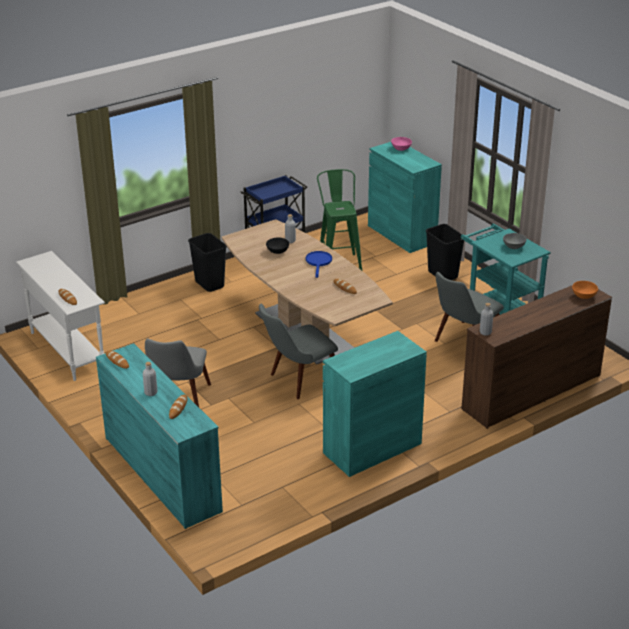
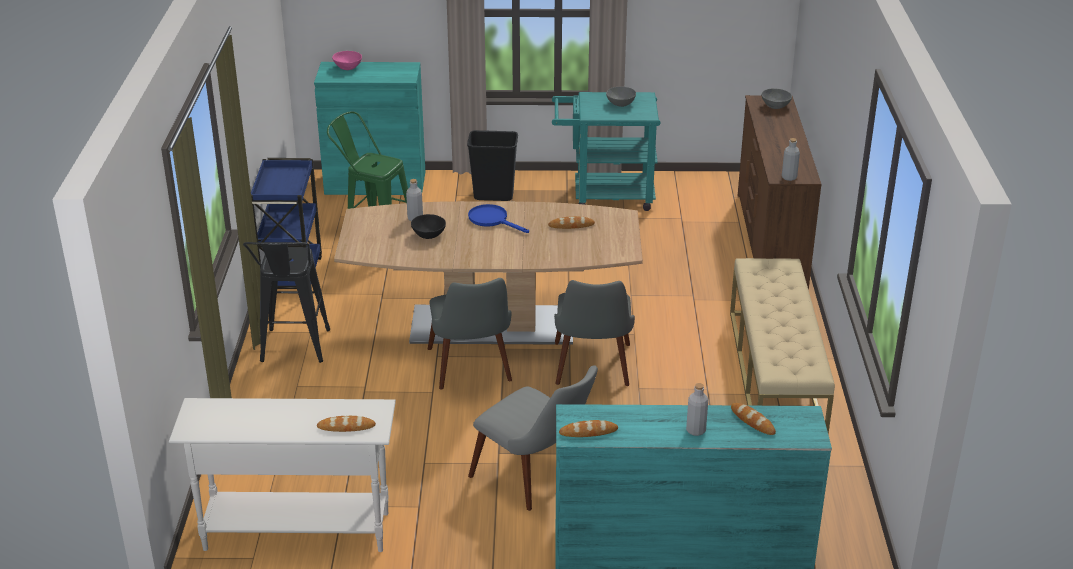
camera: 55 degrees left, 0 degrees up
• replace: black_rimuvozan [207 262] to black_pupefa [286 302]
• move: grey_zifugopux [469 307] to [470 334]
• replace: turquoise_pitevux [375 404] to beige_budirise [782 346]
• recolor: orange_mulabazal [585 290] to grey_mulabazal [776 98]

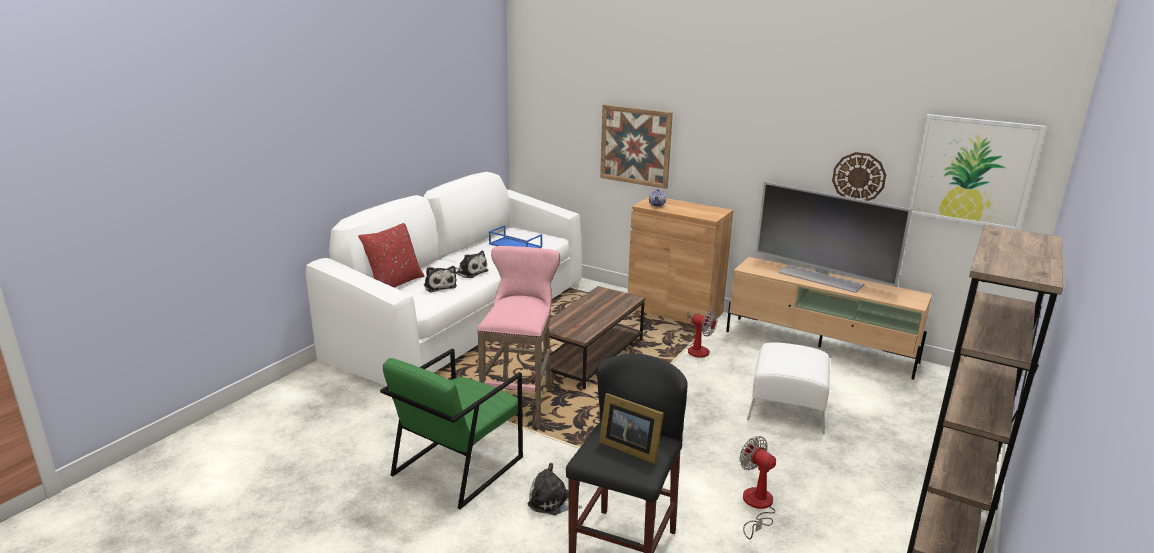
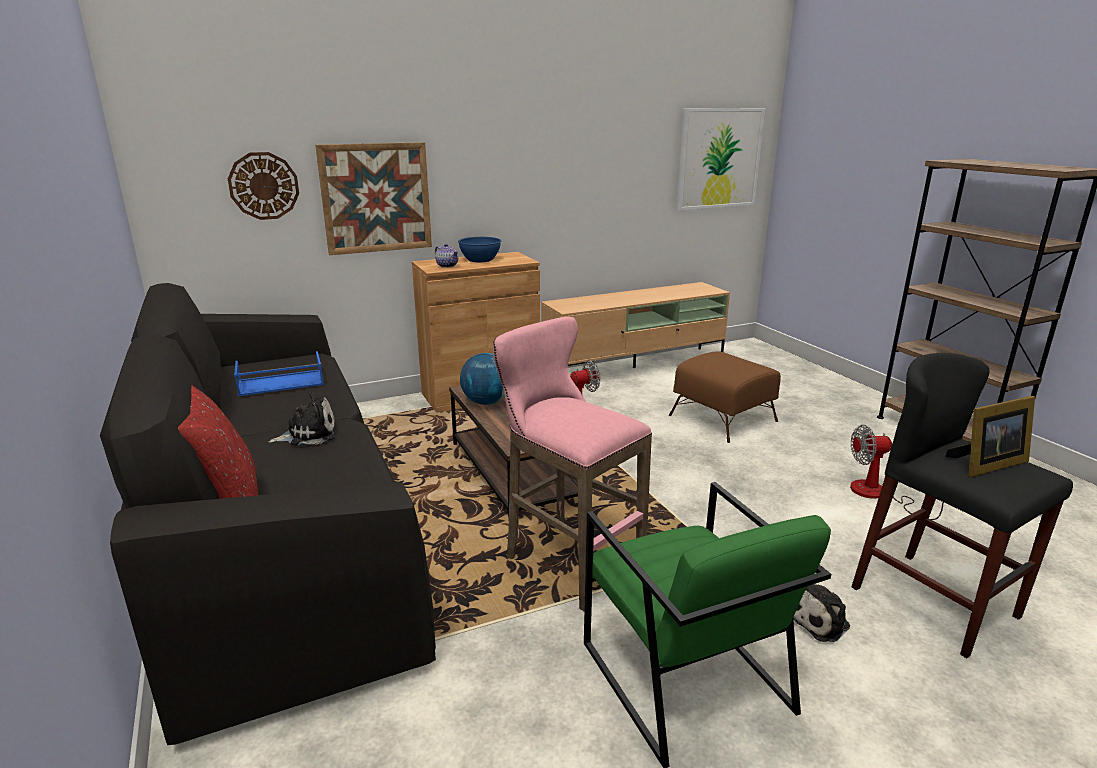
camera: 55 degrees left, 0 degrees up
• recolor: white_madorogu [443 279] to black_madorogu [268 514]
• move: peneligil [859 176] to [263 186]
• insert: blue_mulabazal [479 249]
• insert: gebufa [482 379]
• recolor: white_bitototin [788 388] to brown_bitototin [725 397]
• delete: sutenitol [440 279]
• delete: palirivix [834 237]

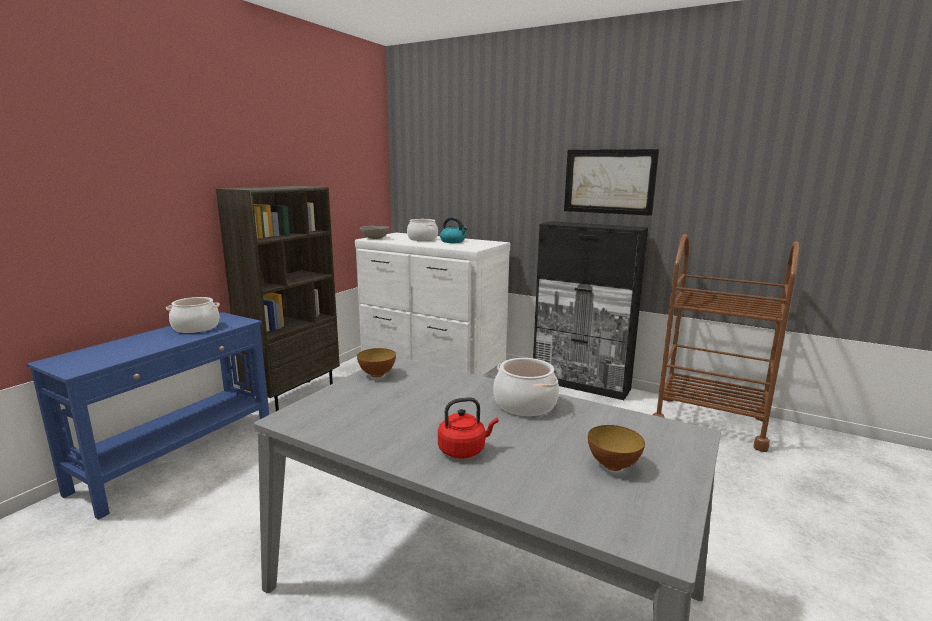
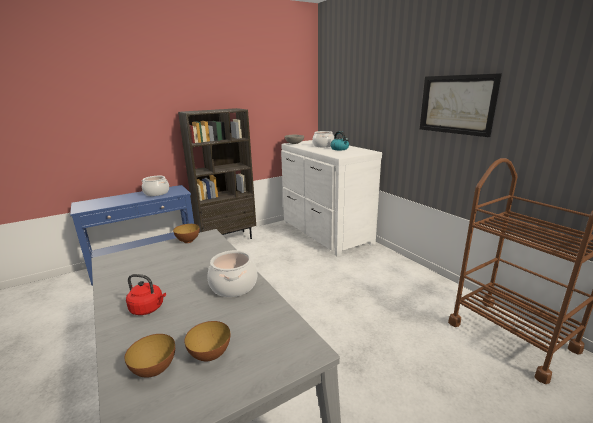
camera: 30 degrees right, 5 degrees up
• insert: mulabazal [149 356]
• delete: black_pitevux [590 310]

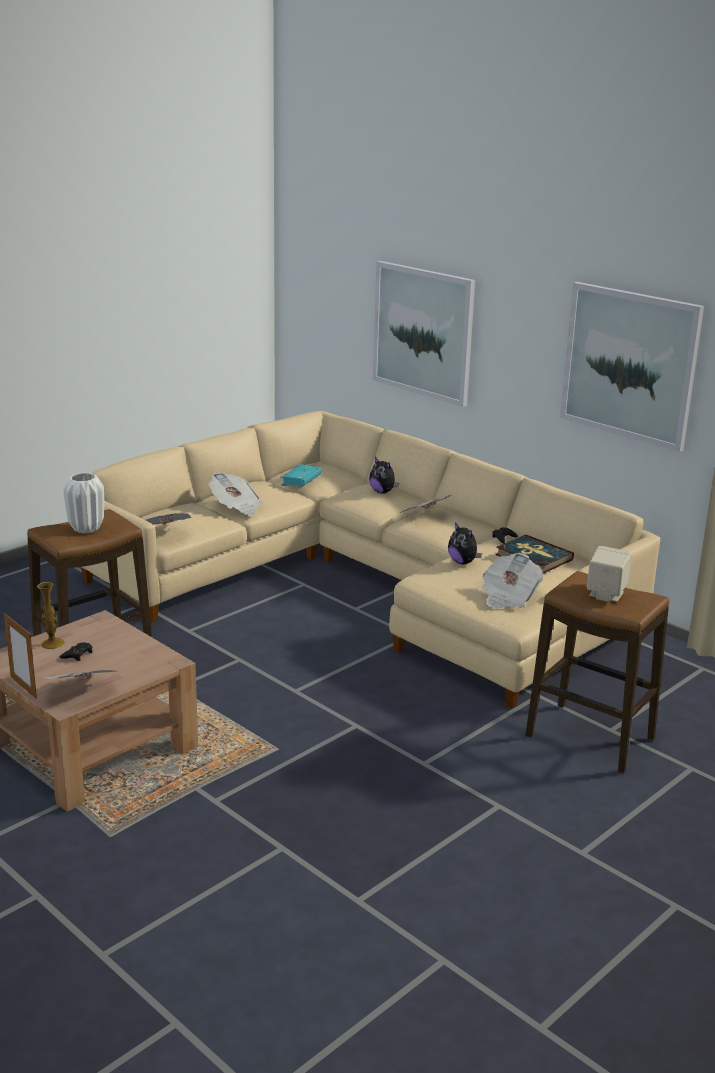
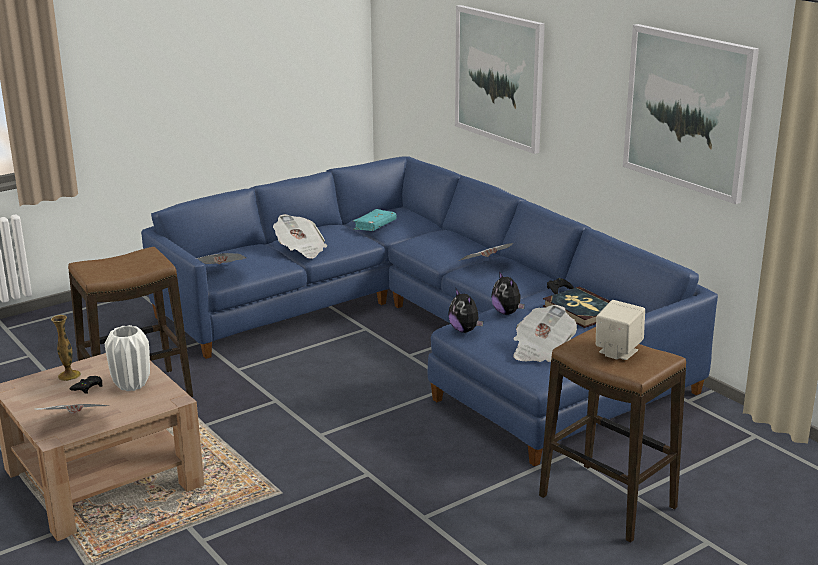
camera: 10 degrees right, 0 degrees up
• move: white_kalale [83 503] to [127 358]
• recolor: beige_madorogu [370 560] to blue_madorogu [429 311]
• move: sutenitol [384 475] to [465 311]
• delete: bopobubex [20 656]

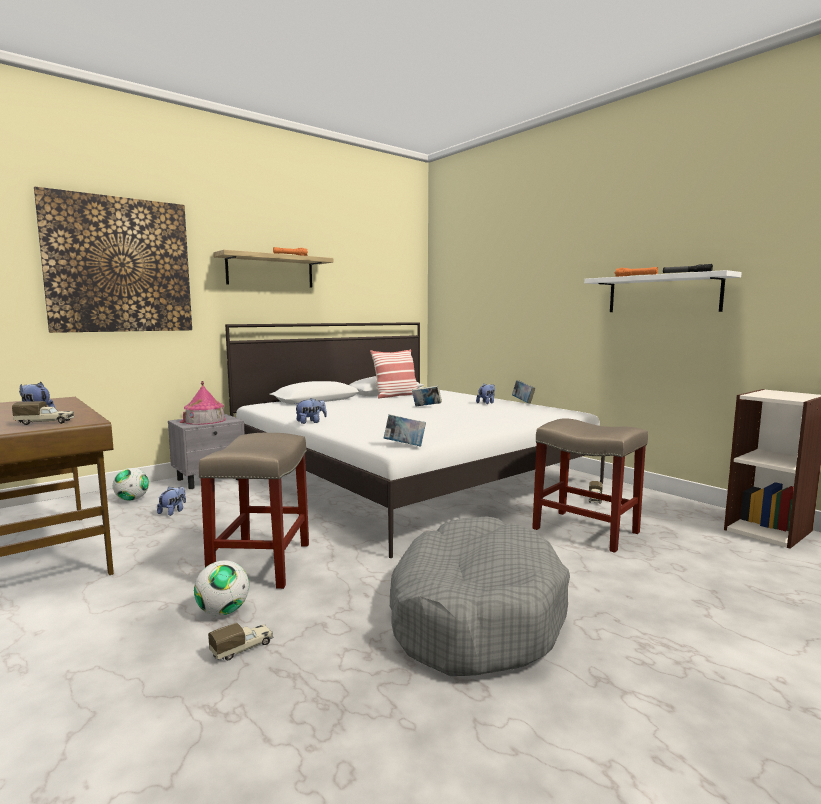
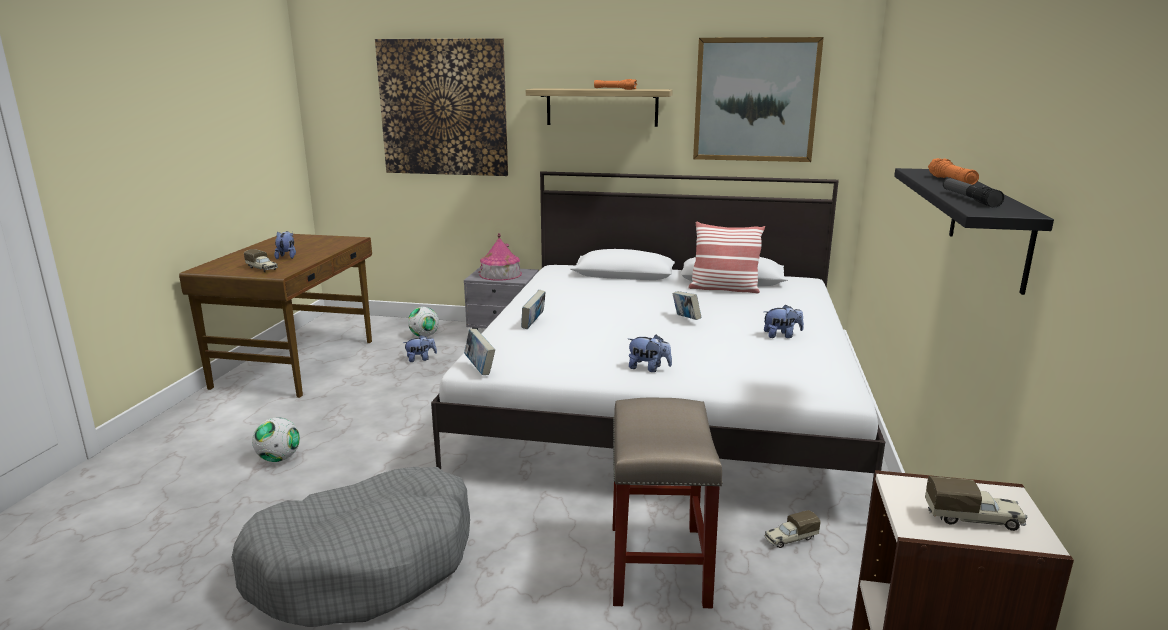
camera: 50 degrees right, 10 degrees up
• move: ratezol [524 392] to [533 309]
• move: sutenitol [311 411] to [650 353]
• insert: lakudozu [758 99]
• recolor: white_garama [663 291] to black_garama [974 231]
• move: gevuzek [240 641] to [976 503]
• delete: beige_pupefa [254 511]

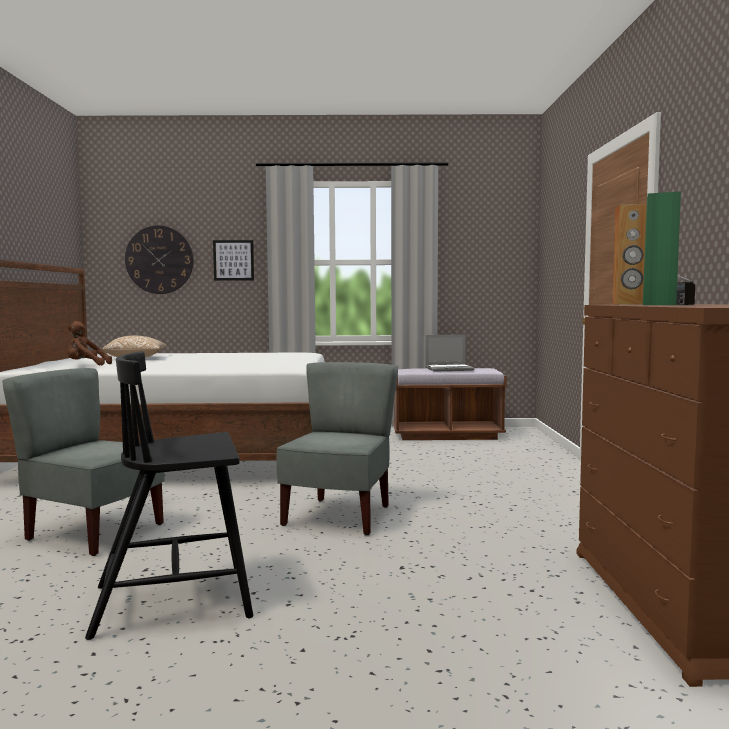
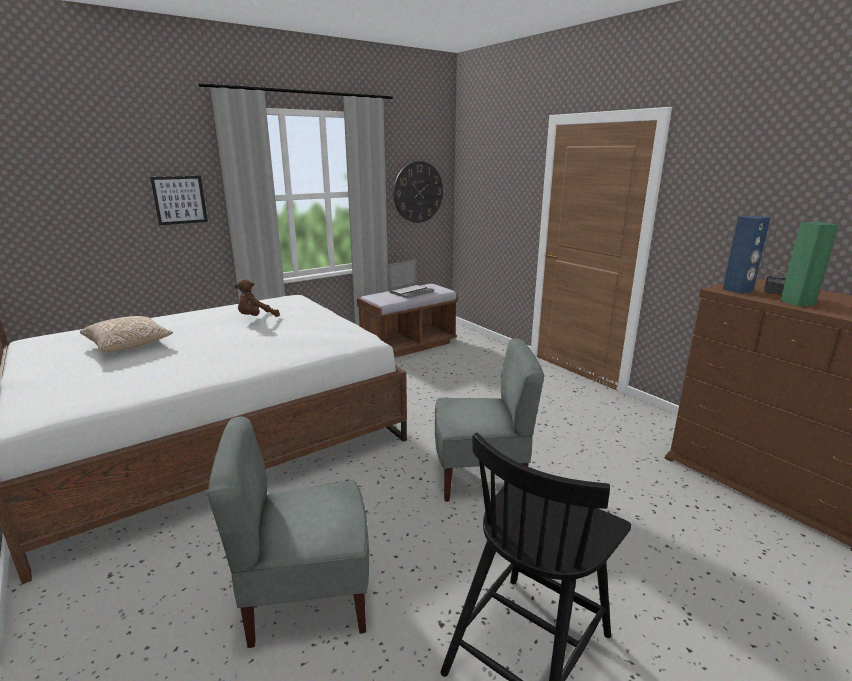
camera: 35 degrees left, 15 degrees up
• move: brown_sutenitol [89 343] to [257 298]
• move: peneligil [159 259] to [418 192]
• rotate: grey_zifugopux [337 448] = [489 420] 105 degrees clockwise
• recolor: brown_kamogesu [629 254] to blue_kamogesu [746 255]

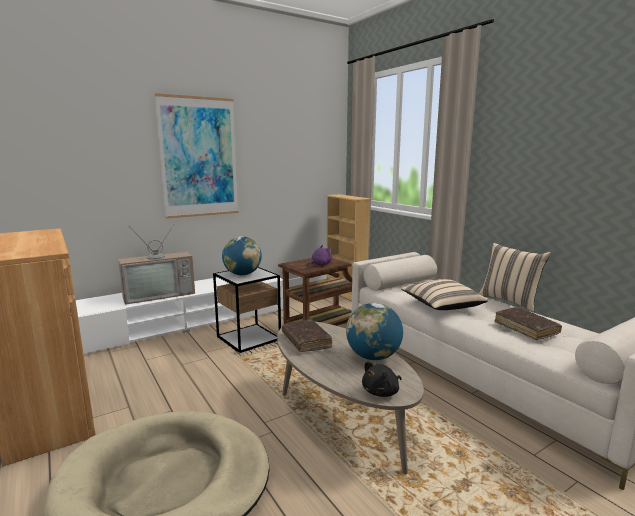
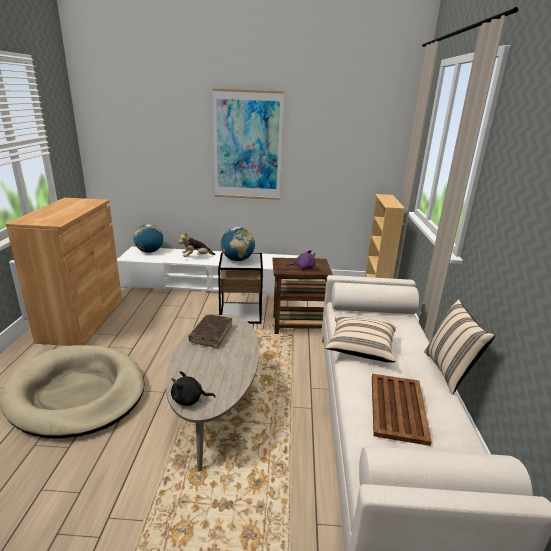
camera: 35 degrees right, 10 degrees up
• move: gebufa [374 331] to [148 238]
• replace: palirivix [156 264] to sutenitol [197 244]
• replace: brown_ratezol [528 323] to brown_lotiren [402 410]

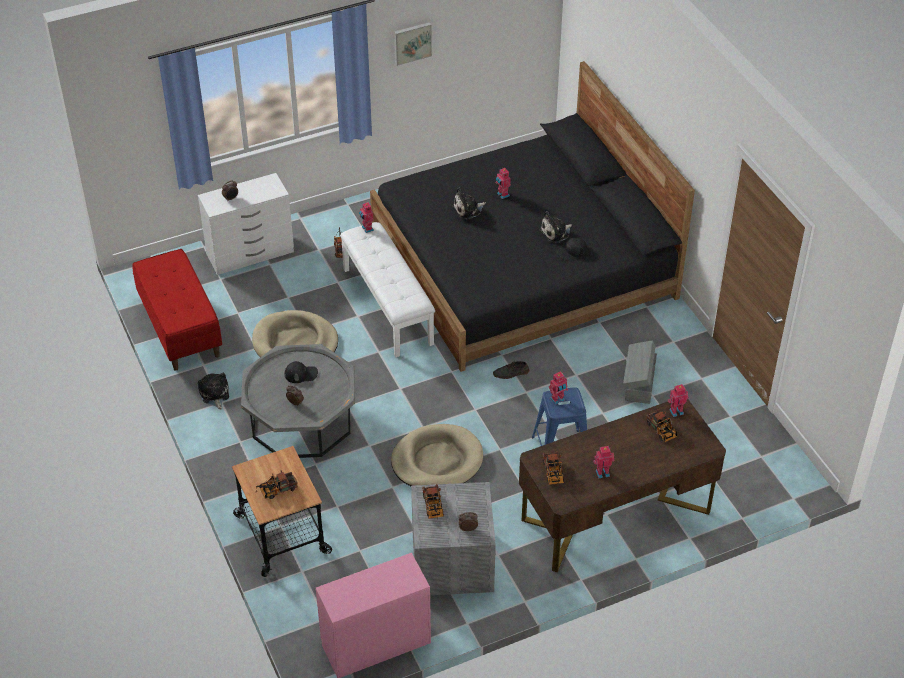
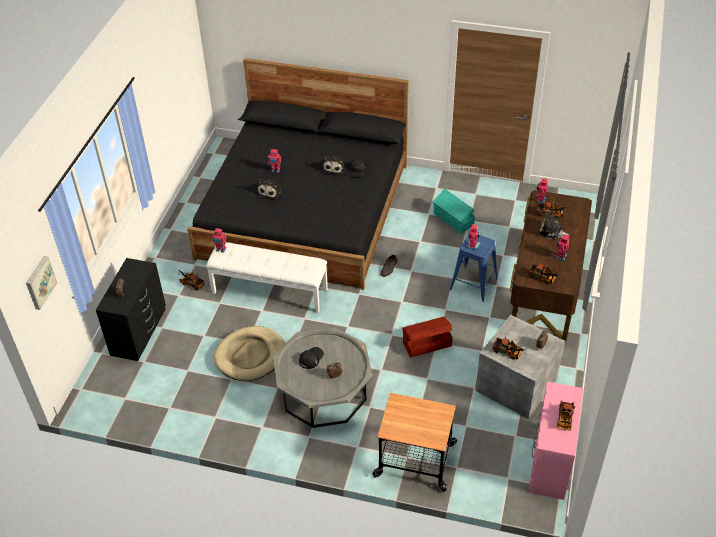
camera: 50 degrees left, 0 degrees up
• move: lakudozu [413 44] to [41 283]
• recolor: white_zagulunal [246 224] to black_zagulunal [131 309]
• replace: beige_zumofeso [437 455] to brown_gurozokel [427 337]
• recolor: grey_gurozokel [640 372] to turquoise_gurozokel [454 211]
• move: sutenitol [213 391] to [554 225]
• move: gevuzek [277 484] to [566 416]
• delete: red_budirise [177 310]

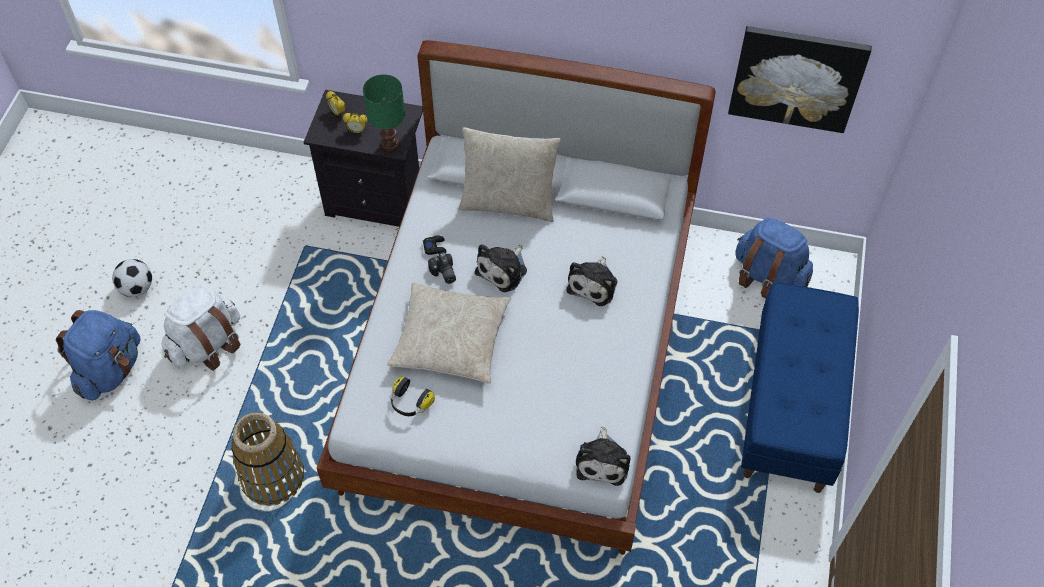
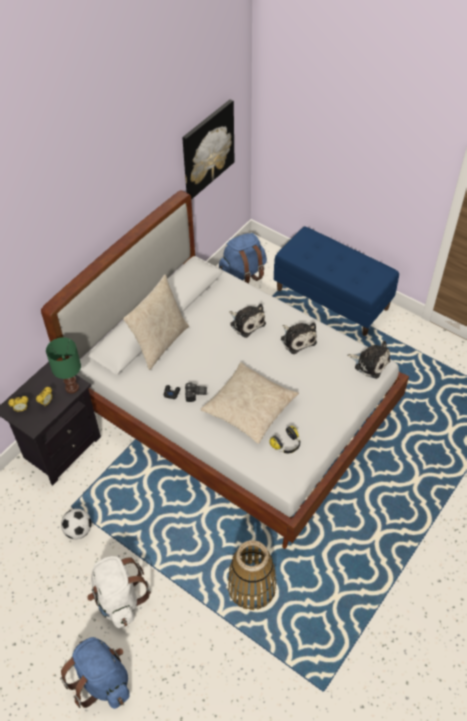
camera: 65 degrees left, 5 degrees down
• move: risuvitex [132 278] to [76 524]
• move: sutenitol [501 268] to [299 338]

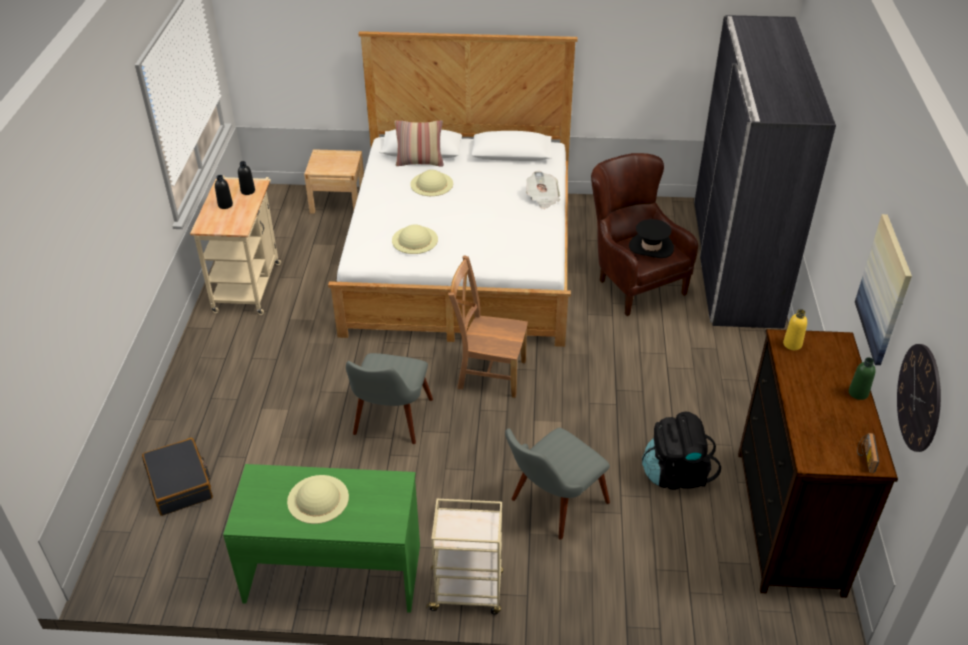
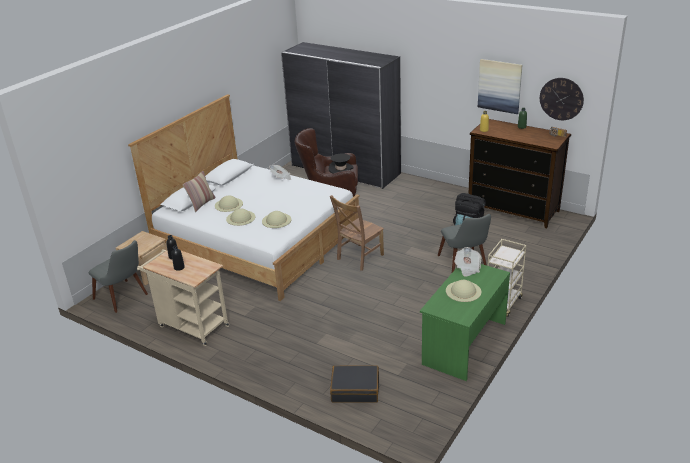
camera: 60 degrees left, 10 degrees down
• move: grey_zifugopux [389 398] to [118 276]
• insert: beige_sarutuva [241 217]
• insert: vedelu [467 262]

